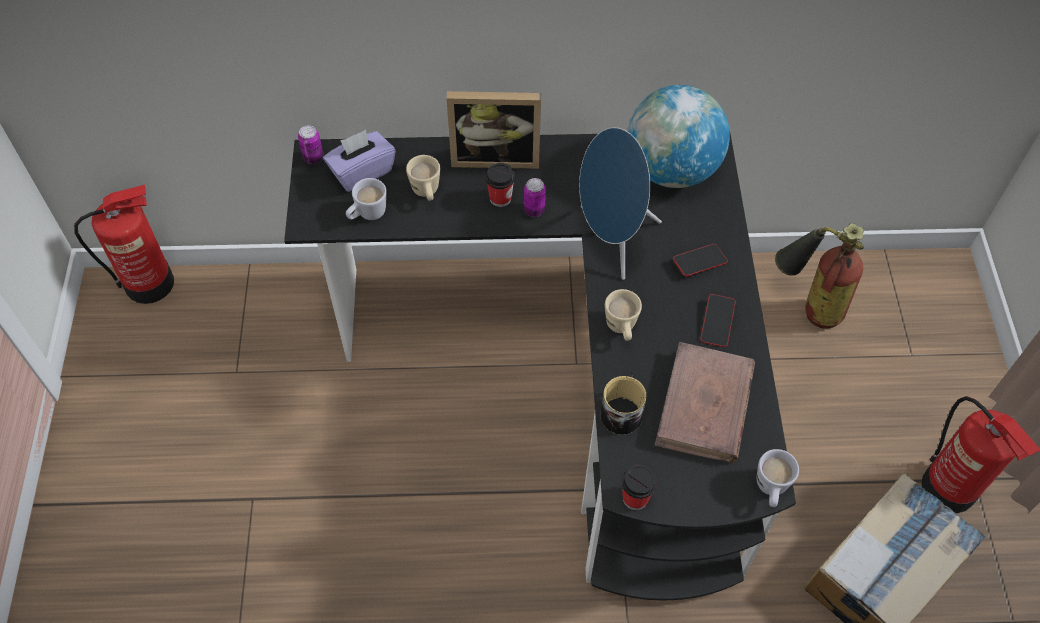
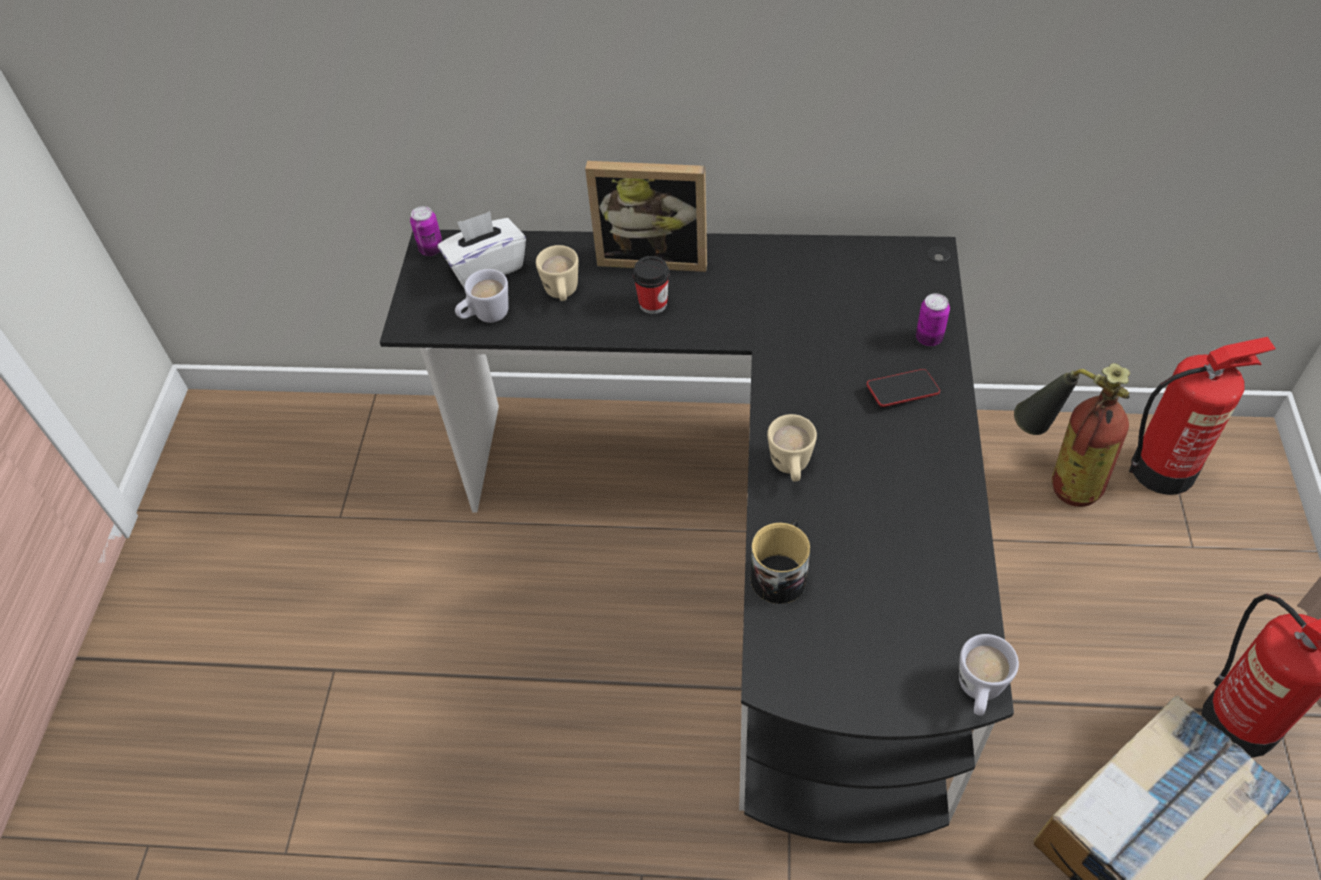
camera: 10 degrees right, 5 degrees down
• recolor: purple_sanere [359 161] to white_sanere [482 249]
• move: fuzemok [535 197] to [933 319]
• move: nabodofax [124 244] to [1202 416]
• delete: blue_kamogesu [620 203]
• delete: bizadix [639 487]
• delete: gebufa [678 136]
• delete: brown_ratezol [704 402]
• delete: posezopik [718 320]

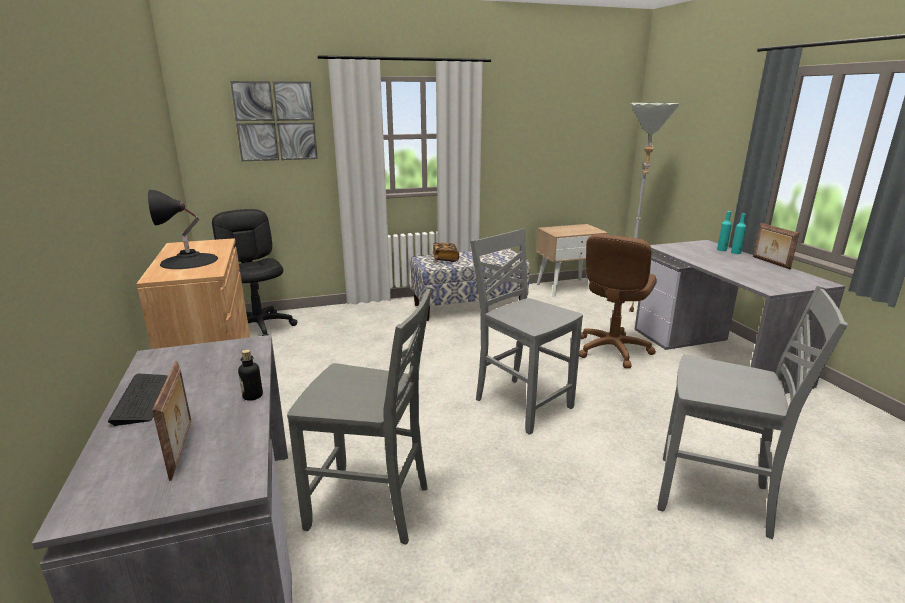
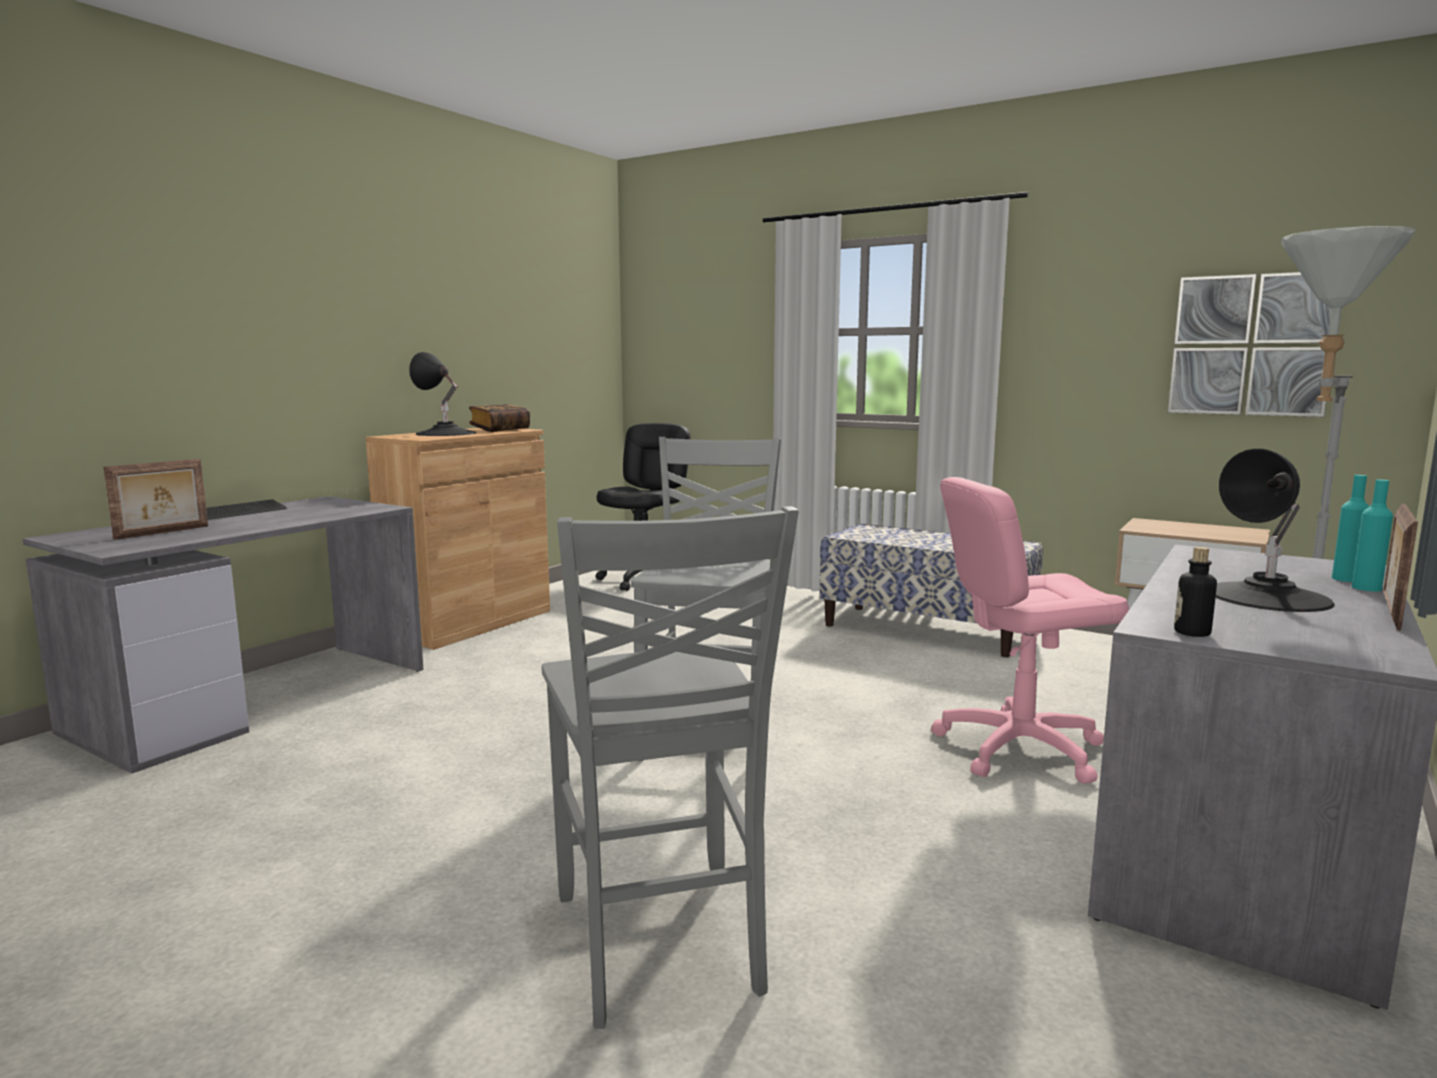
camera: 50 degrees right, 10 degrees down
• move: ratezol [446 252] to [499 418]
• recolor: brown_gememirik [618 301] to pink_gememirik [1030 630]
• move: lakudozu [274 121] to [1249 344]
• move: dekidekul [250 375] to [1195 592]
• insert: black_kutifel [1275 530]
• delete: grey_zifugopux [359 415]

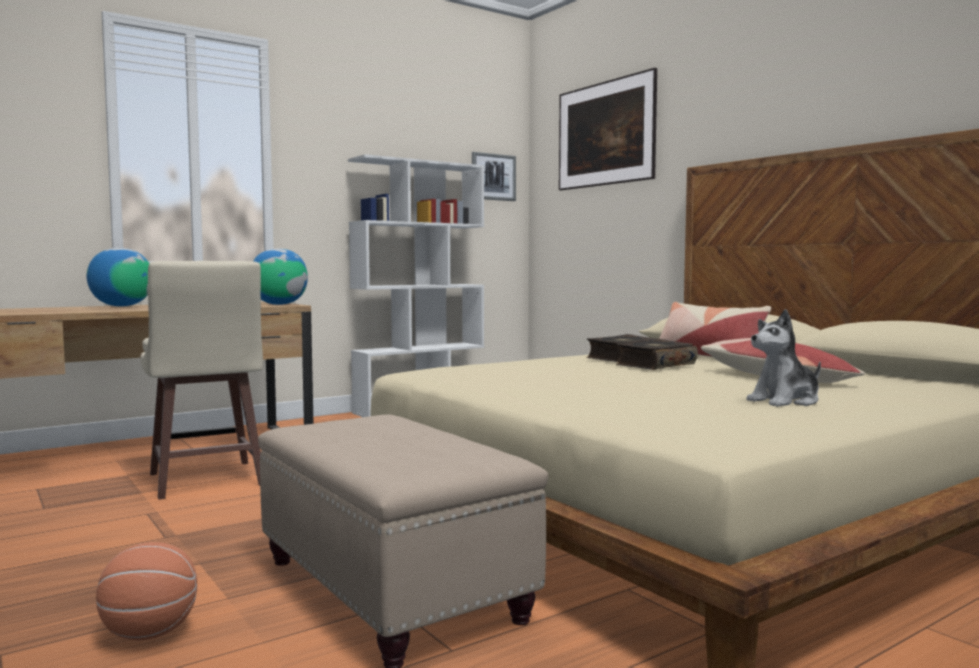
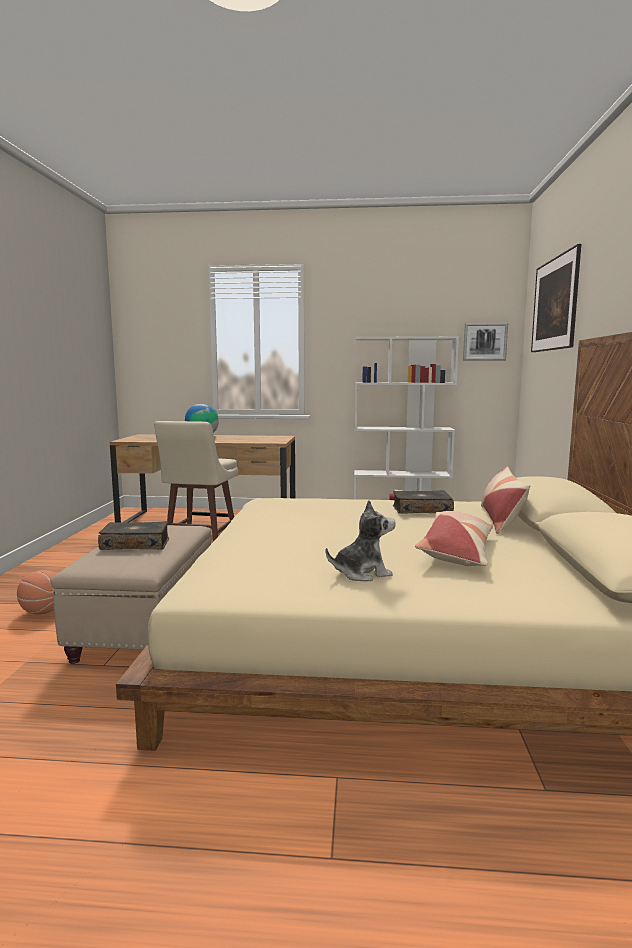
camera: 40 degrees right, 5 degrees up
• move: ratezol [657 354] to [133 535]
• rotate: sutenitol [783 358] = [361 540] 150 degrees clockwise
• delete: gebufa [280 276]

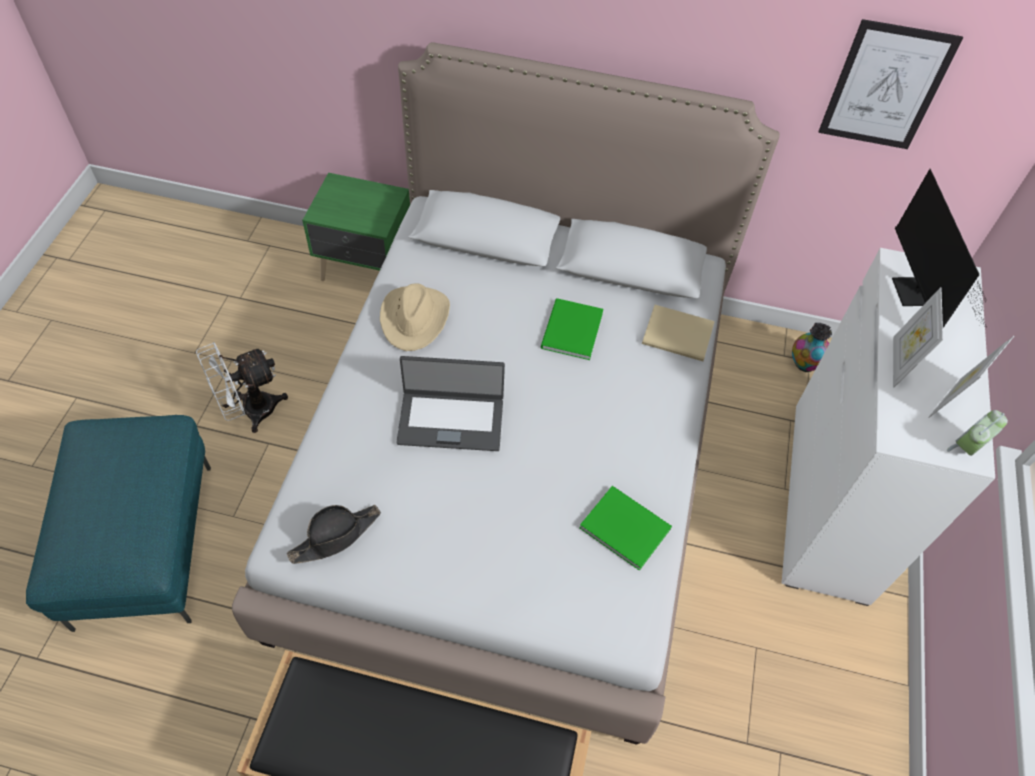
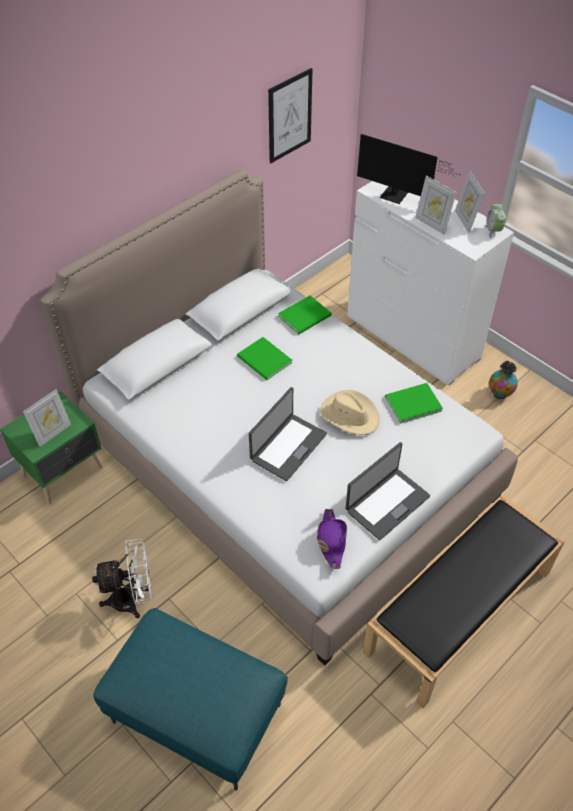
camera: 55 degrees left, 5 degrees down
• insert: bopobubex [47 418]
• rotate: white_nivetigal [242 387] = [122 578] 105 degrees counterclockwise
• recolor: beige_ratezol [678 333] to green_ratezol [305 314]
• recolor: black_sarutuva [334 534] to purple_sarutuva [332 539]
• move: beige_sarutuva [415 317] to [350 412]
• insert: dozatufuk [387 491]
• move: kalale [812 347] to [503 379]

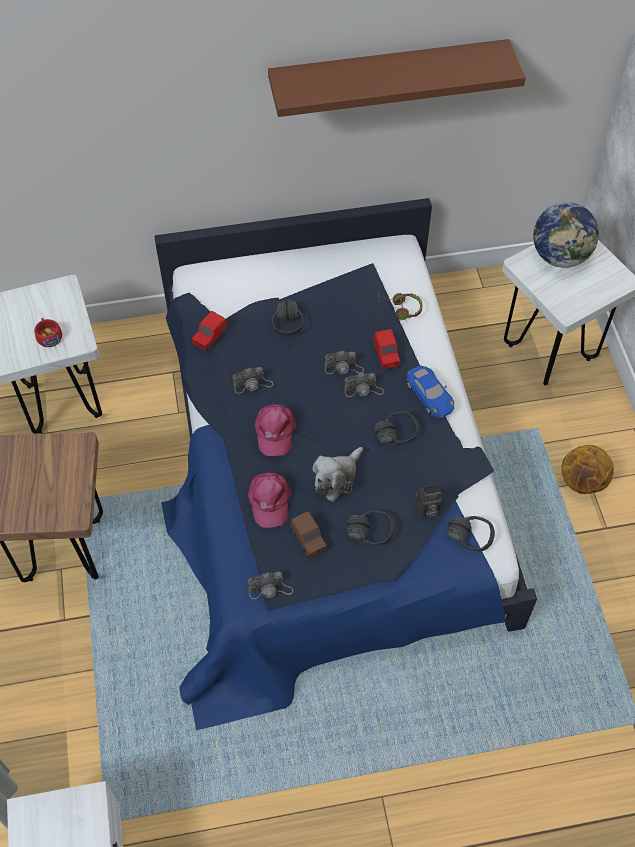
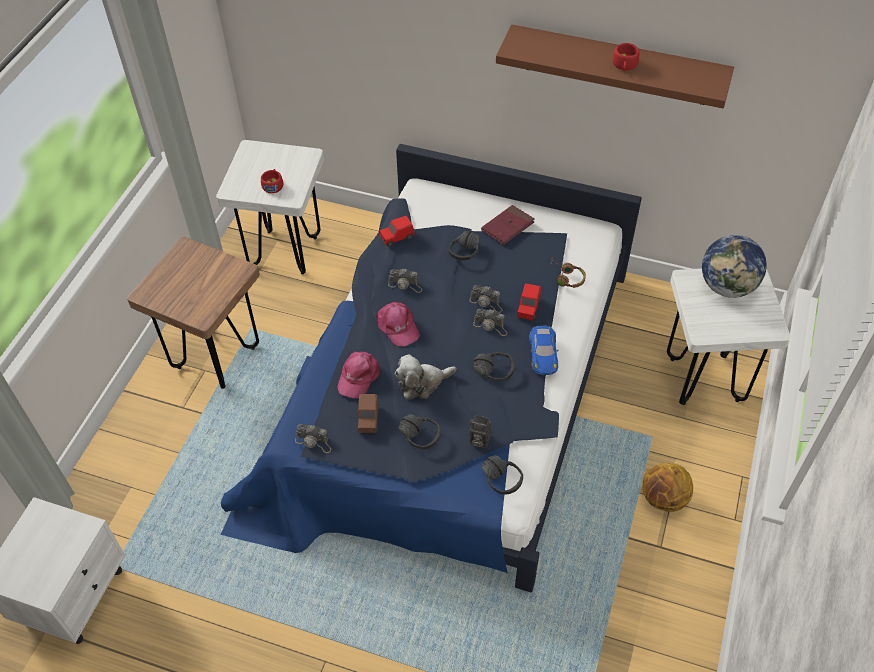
camera: 30 degrees right, 5 degrees down
• rotate: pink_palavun [275 430] = [397 324] 60 degrees counterclockwise
• insert: red_ratezol [508 225]
• insert: red_bizadix [626 57]

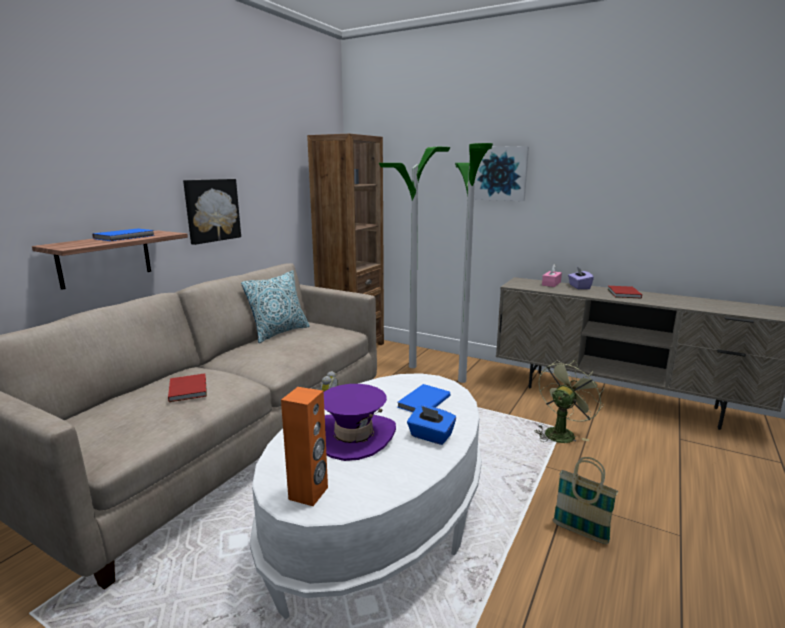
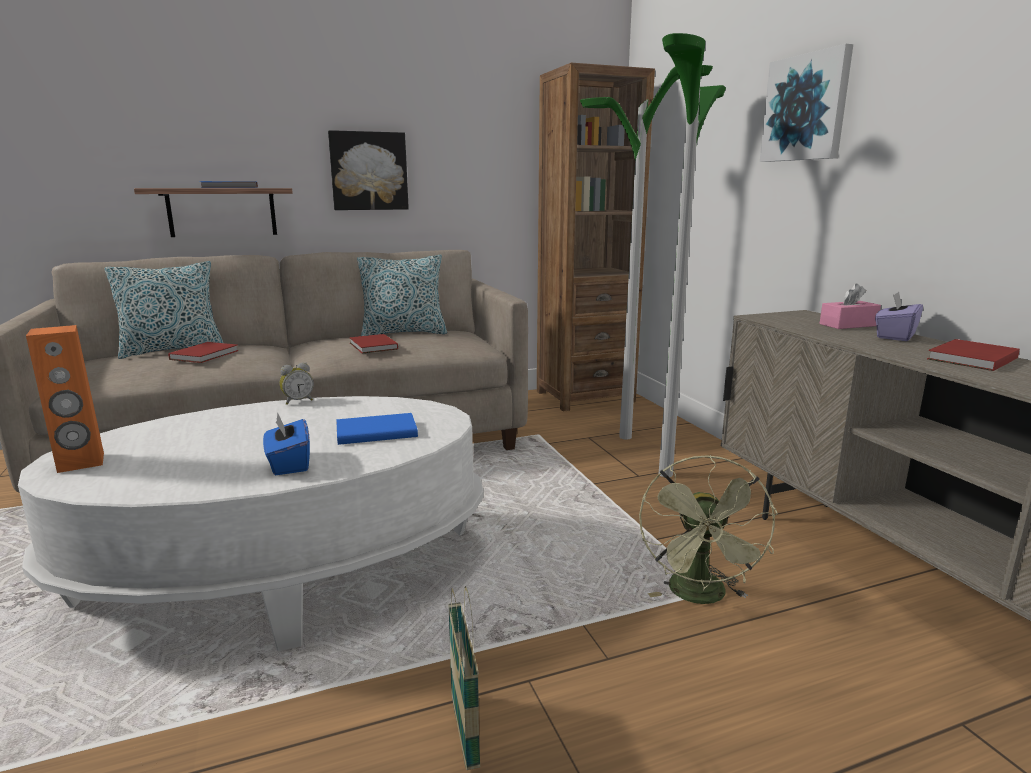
camera: 40 degrees right, 0 degrees up
• insert: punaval [163 310]
• insert: red_ratezol [373 343]
• rotate: green_nivetigal [569 401] = [708 529] 105 degrees clockwise
• delete: purple_sarutuva [360 422]

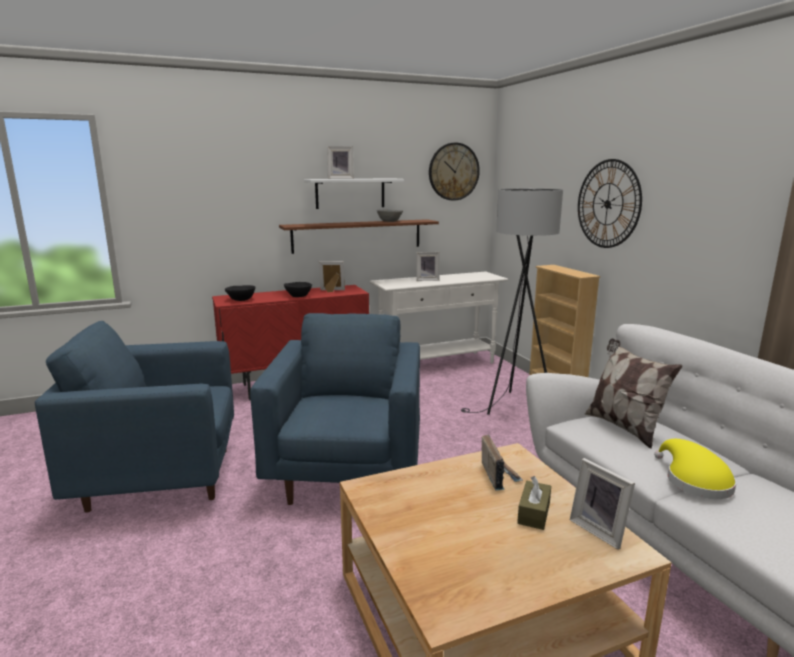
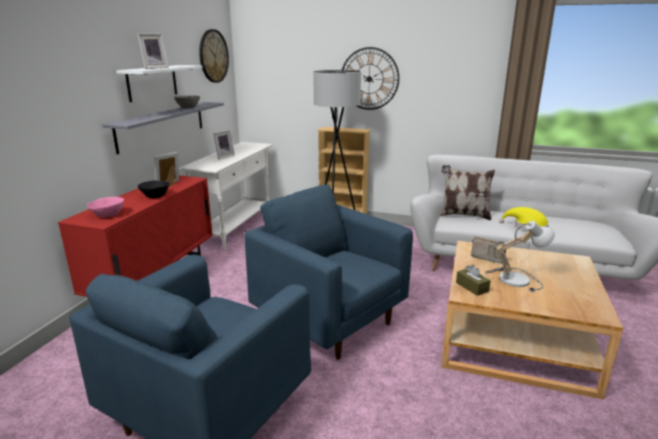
camera: 50 degrees left, 5 degrees up
• recolor: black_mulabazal [240 293] to pink_mulabazal [105 207]
• recolor: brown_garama [359 236] to grey_garama [163 128]
• move: brown_sanere [534 503] to [473 280]
• insert: kutifel [520 256]
• delete: bopobubex [602 504]

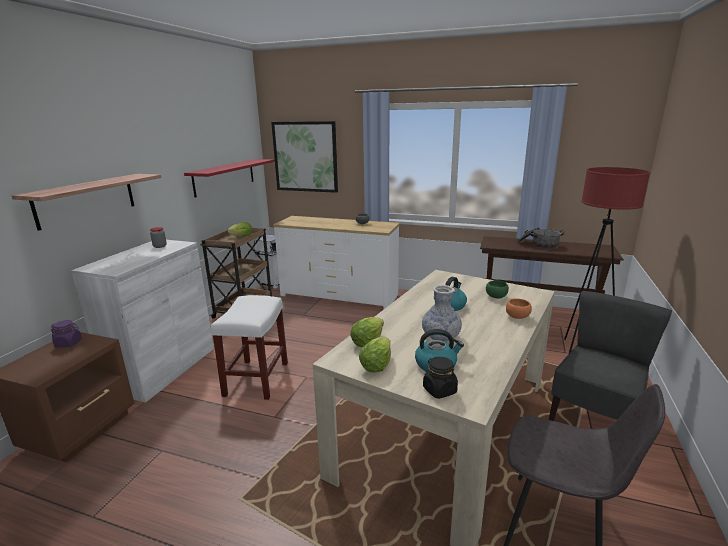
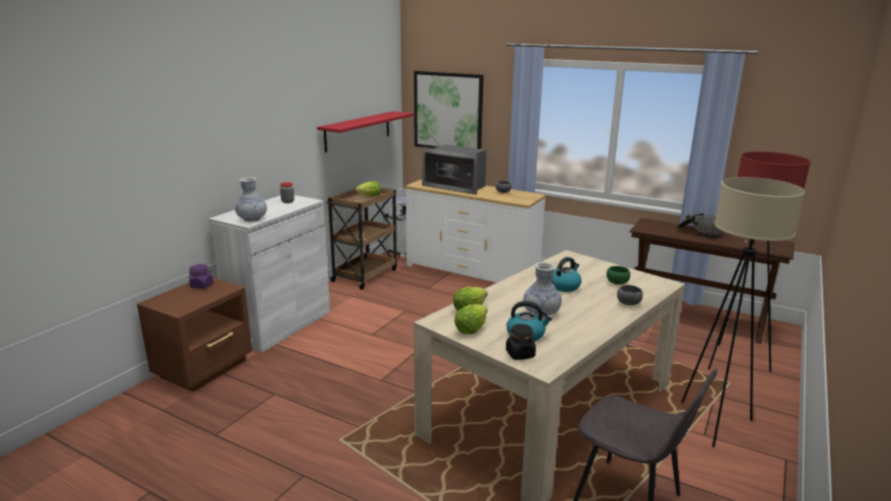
camera: 10 degrees right, 0 degrees up
• insert: kalale [251 199]
• insert: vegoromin [454 170]
• recolor: orange_mulabazal [519 308] to grey_mulabazal [630 295]
• replace: grey_zifugopux [610 356] to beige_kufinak [743 312]
• delete: garama [86 202]
• delete: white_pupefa [249 347]

